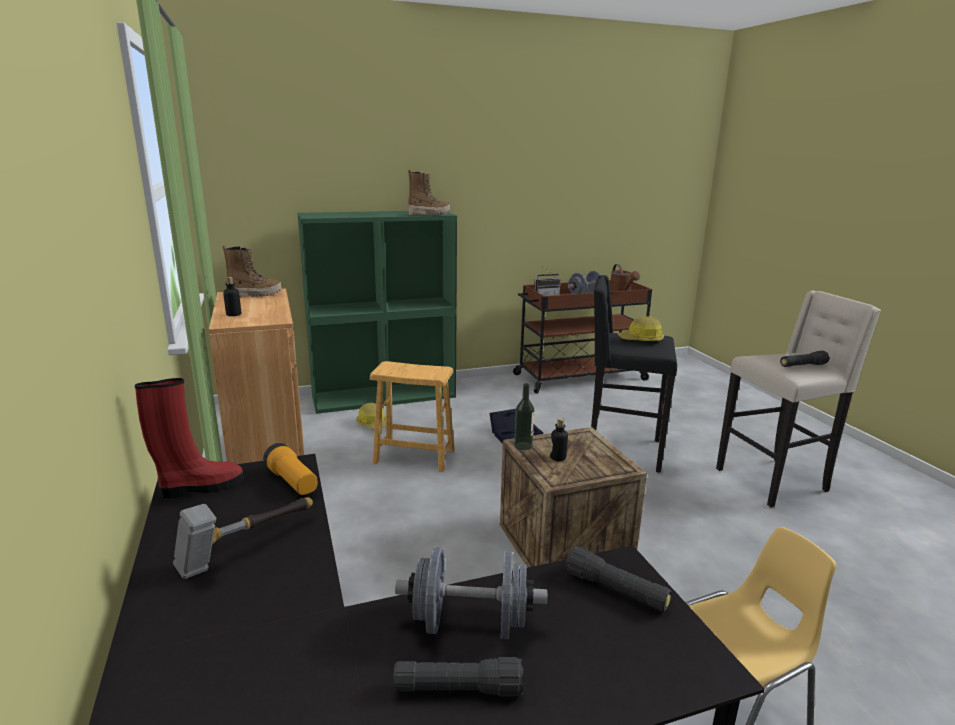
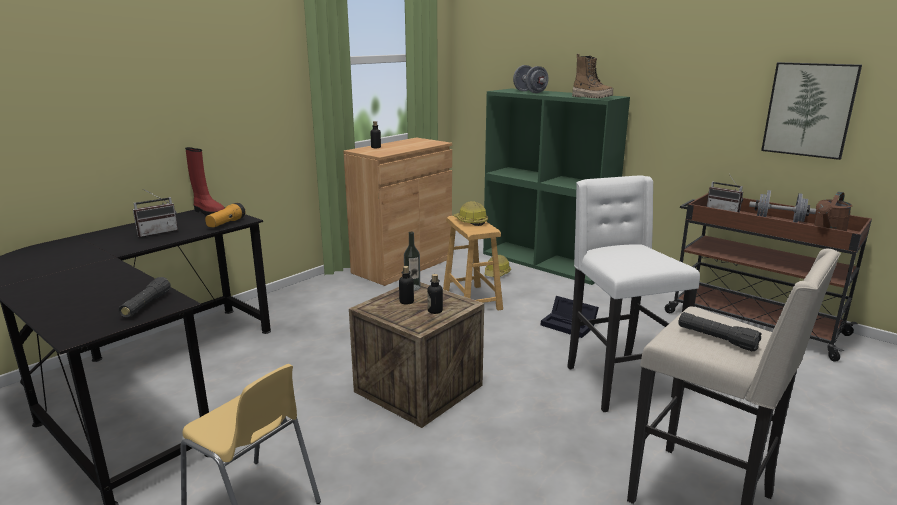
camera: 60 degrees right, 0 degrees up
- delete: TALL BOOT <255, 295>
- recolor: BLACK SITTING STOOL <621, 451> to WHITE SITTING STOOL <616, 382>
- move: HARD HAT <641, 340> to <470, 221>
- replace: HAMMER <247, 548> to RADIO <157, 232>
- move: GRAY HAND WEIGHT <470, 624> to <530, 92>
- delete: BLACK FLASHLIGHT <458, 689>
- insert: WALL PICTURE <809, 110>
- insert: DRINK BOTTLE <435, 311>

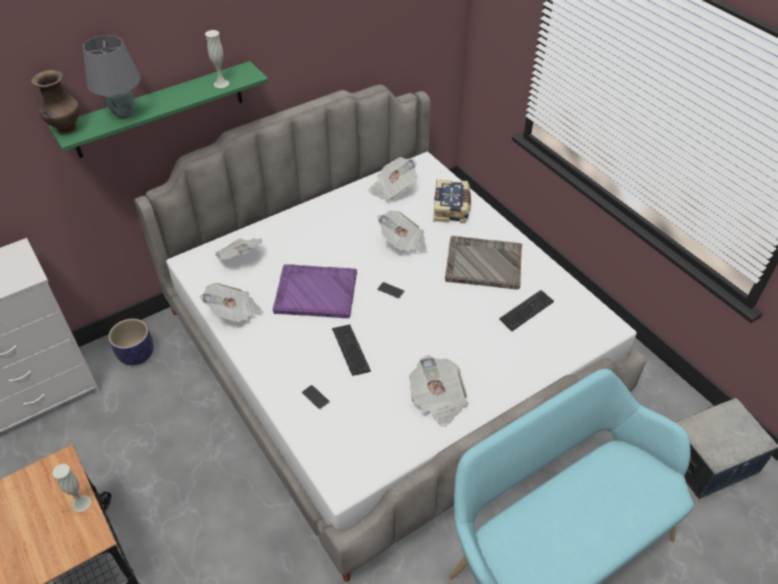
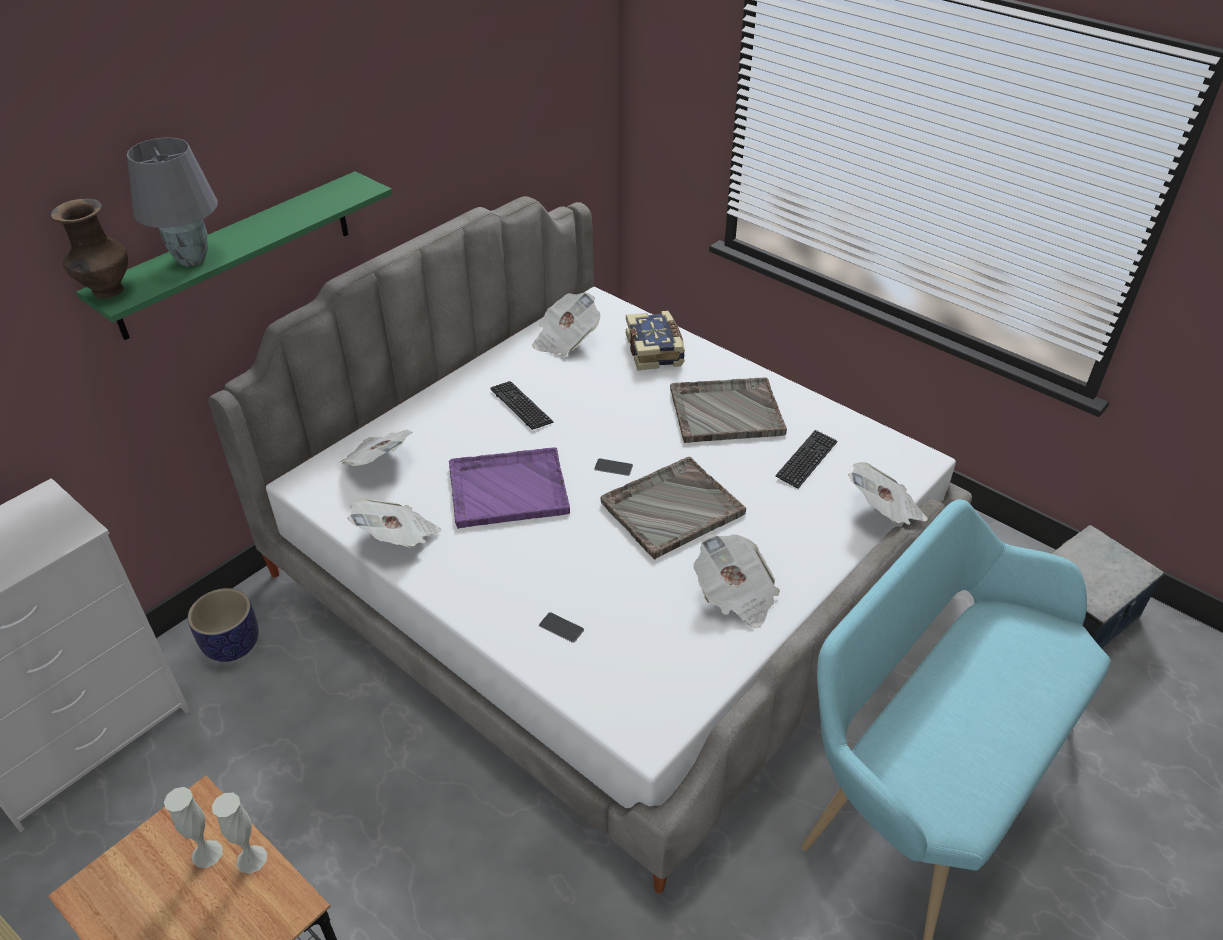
camera: 15 degrees left, 5 degrees down
- move: WHITE DECORATIVE VASE <221, 83> to <207, 853>
- move: NEWSPAPER <403, 243> to <884, 511>
- move: KEYBOARD <351, 350> to <521, 406>
- insert: GRAY CARRYING TRAY <671, 509>

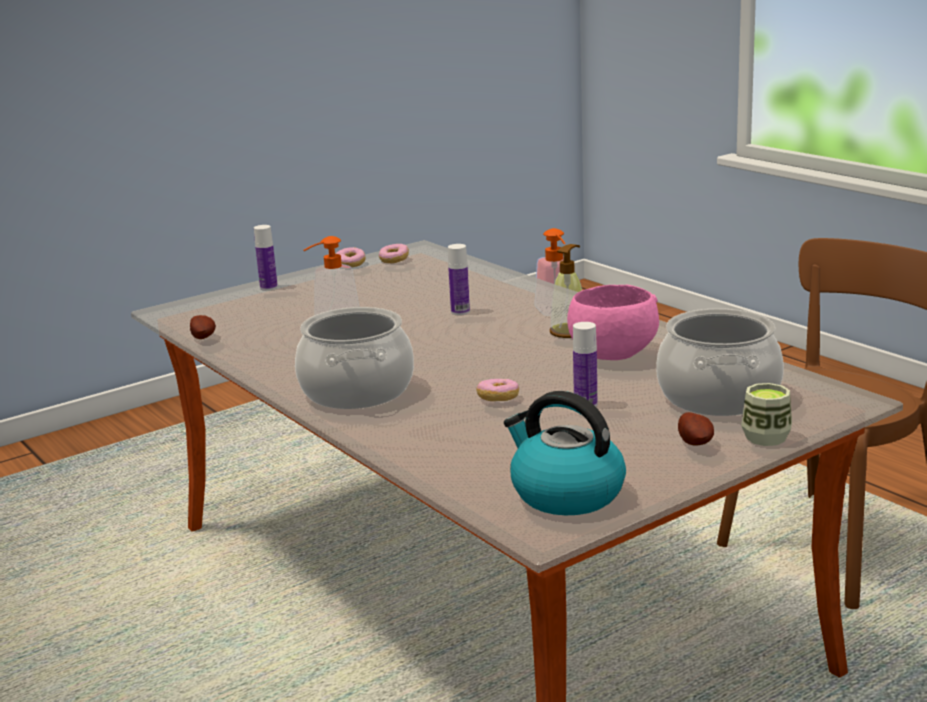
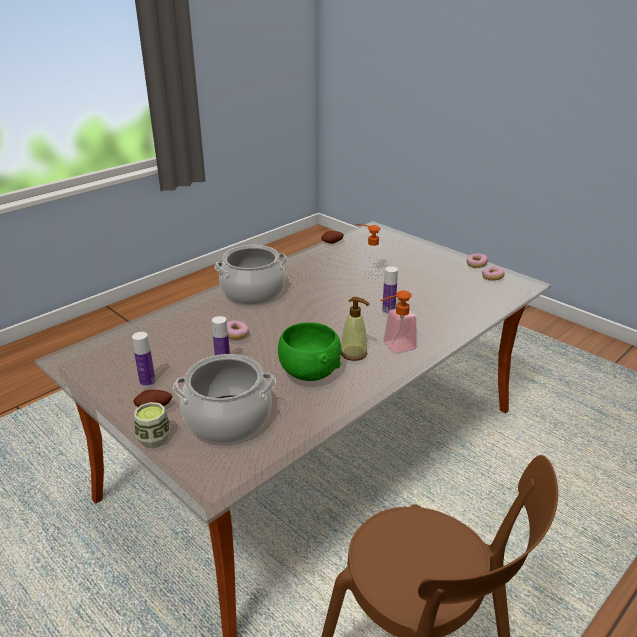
camera: 80 degrees right, 10 degrees up
- move: DRINK BOTTLE <269, 287> to <147, 382>
- recolor: PINK-COLOURED SERVING BOWL <611, 355> to GREENISH SERVING BOWL <309, 372>
- delete: KETTLE <565, 494>

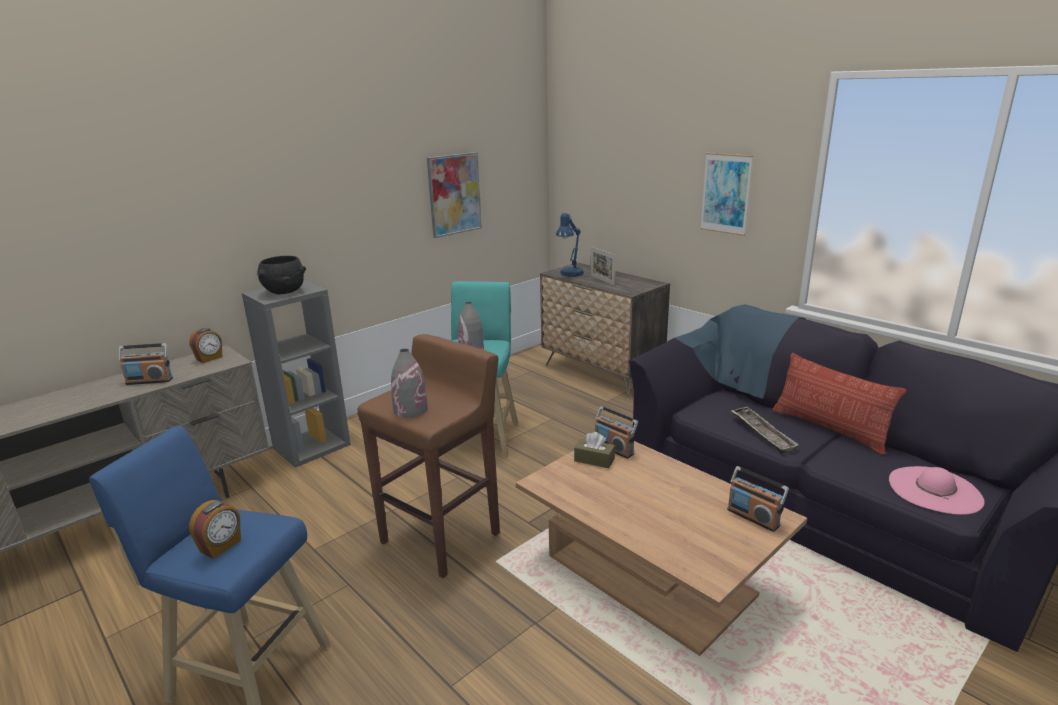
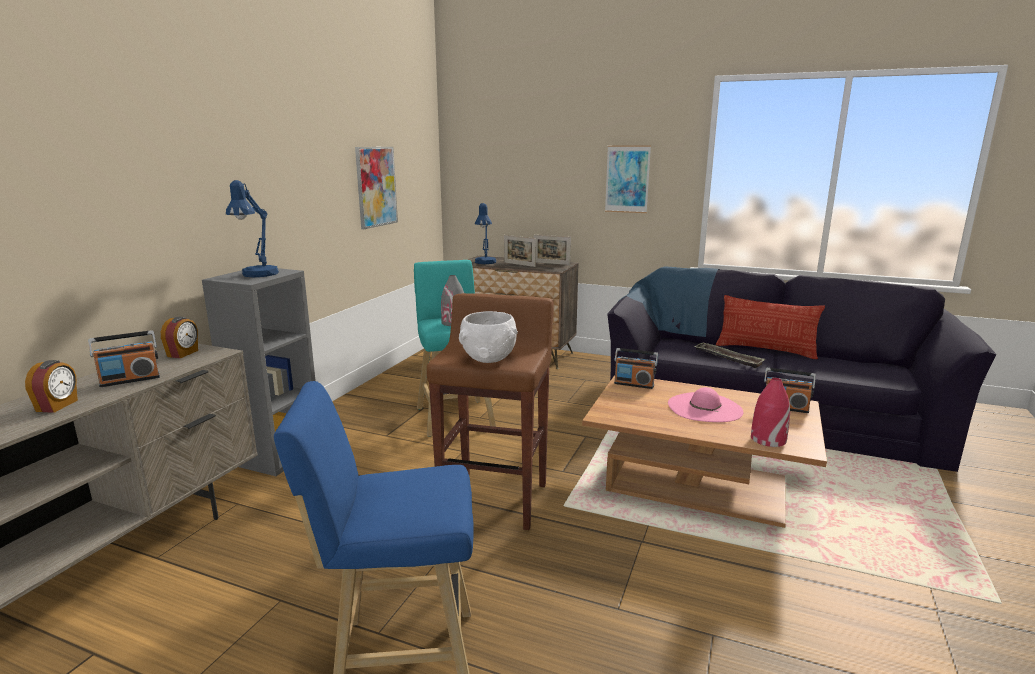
camera: 25 degrees left, 5 degrees down
- replace: BLACK SERVING BOWL <284, 292> to BLUE-COLOURED LAMP FOR A TABLE <257, 275>
- replace: GRAY DECORATIVE VASE <410, 410> to WHITE SERVING BOWL <489, 359>
- delete: BROWNISH TISSUE HOLDER <594, 460>
- move: PINK-COLOURED WEARABLE HAT <934, 490> to <704, 407>
- move: TABLE CLOCK <221, 546> to <58, 406>
- insert: PICTURE FRAME <551, 263>
- insert: RED-COLOURED DECORATIVE VASE <768, 439>

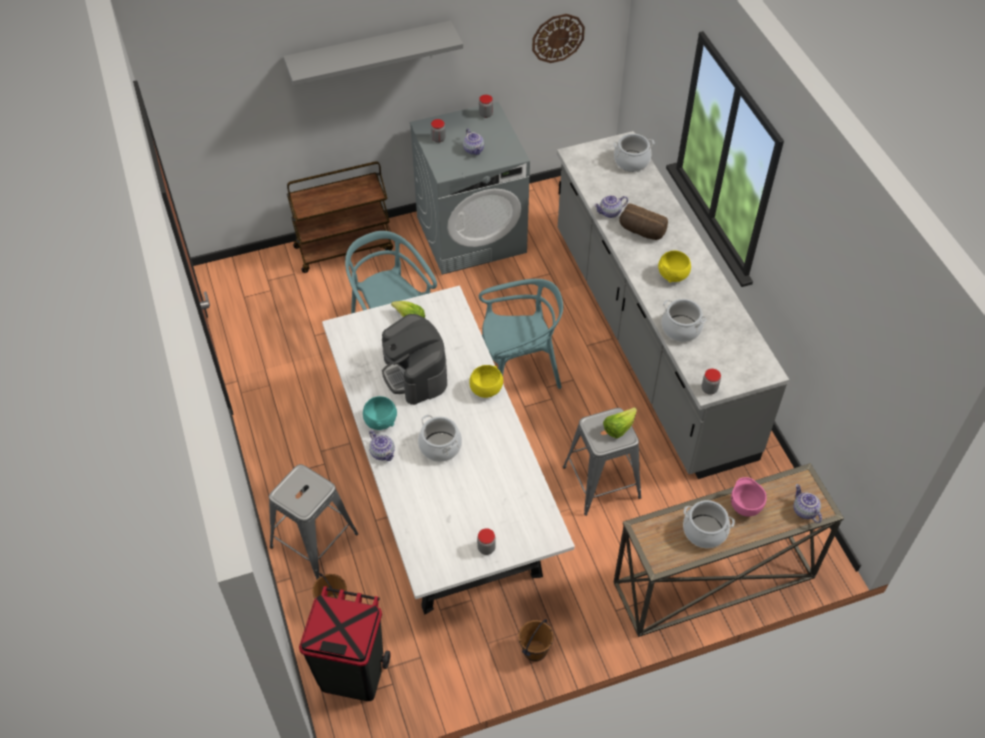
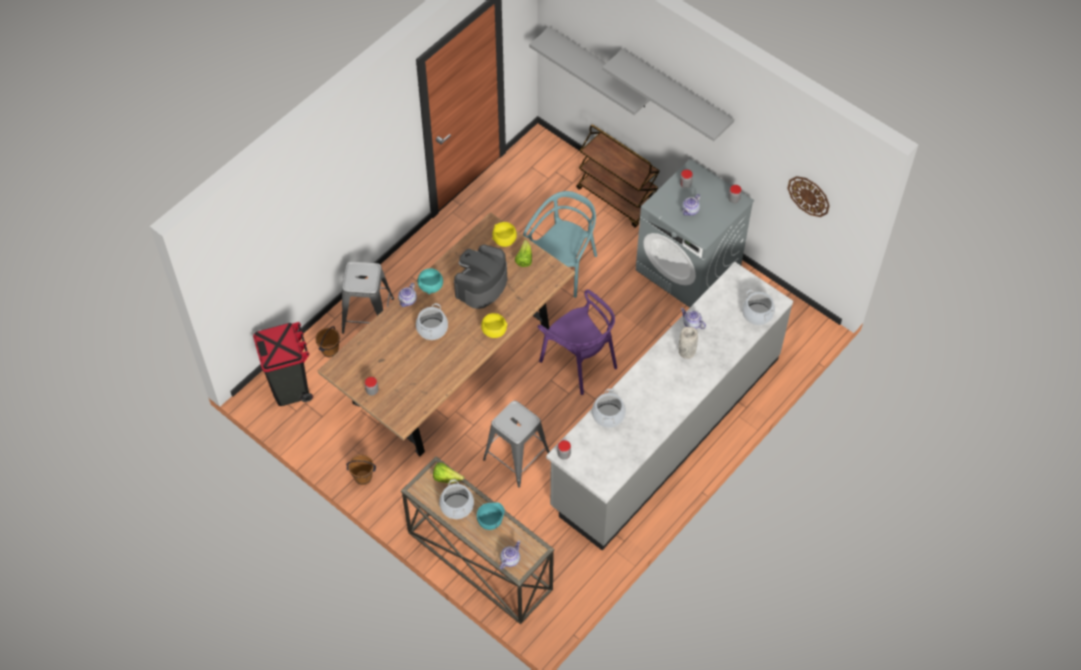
camera: 60 degrees right, 5 degrees up
- replace: BAKED BREAD <641, 231> to GRAY DECORATIVE VASE <687, 351>
- move: YELLOWISH SERVING BOWL <673, 275> to <505, 240>
- recolor: BLUE-GREEN PLAIN CHAIR <519, 371> to PURPLISH PLAIN CHAIR <579, 362>
- recolor: WHITE DINING TABLE <443, 487> to BROWNISH DINING TABLE <452, 365>
- move: LETTUCE <619, 428> to <446, 478>
- recolor: PINK-COLOURED SERVING BOWL <744, 506> to BLUE-GREEN SERVING BOWL <491, 522>
- insert: GRAY BRACKET SHELF <600, 68>

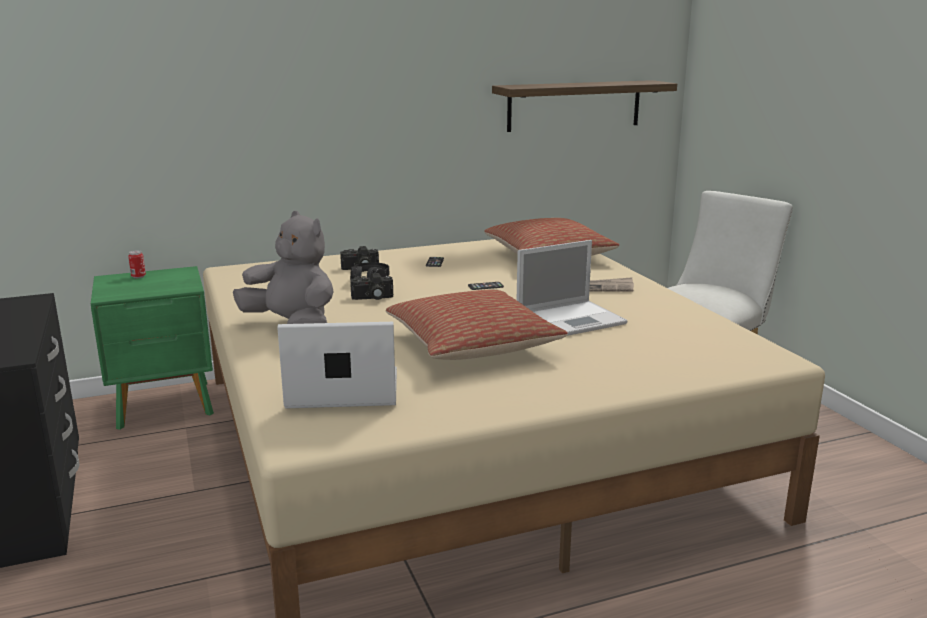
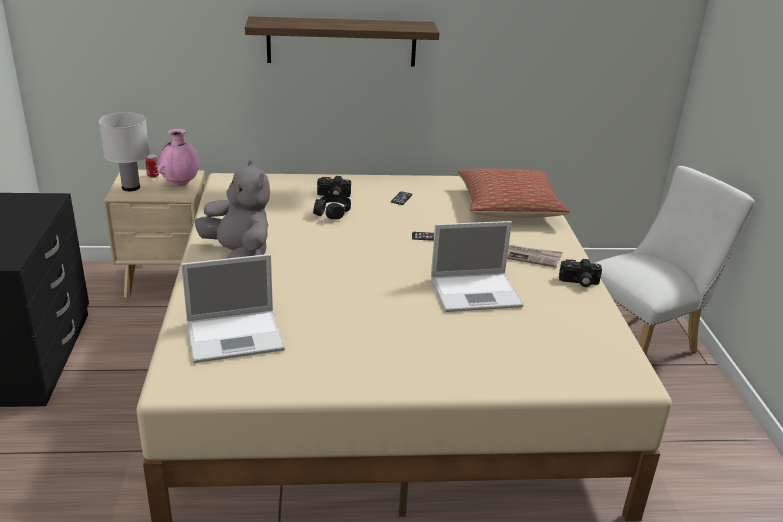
camera: 15 degrees right, 10 degrees up
- move: BRACKET SHELF <574, 105> to <341, 42>
- recolor: GREENISH NIGHT TABLE <166, 406> to BEIGE NIGHT TABLE <168, 281>
- move: PHOTO CAMERA <372, 298> to <579, 282>
- delete: CUSHION <472, 345>
- rotate: NOTEBOOK COMPUTER <340, 390> = <237, 336> 150 degrees clockwise
- insert: WHITE LAMP FOR A TABLE <130, 187>
- insert: PINK-COLOURED DECORATIVE VASE <180, 183>

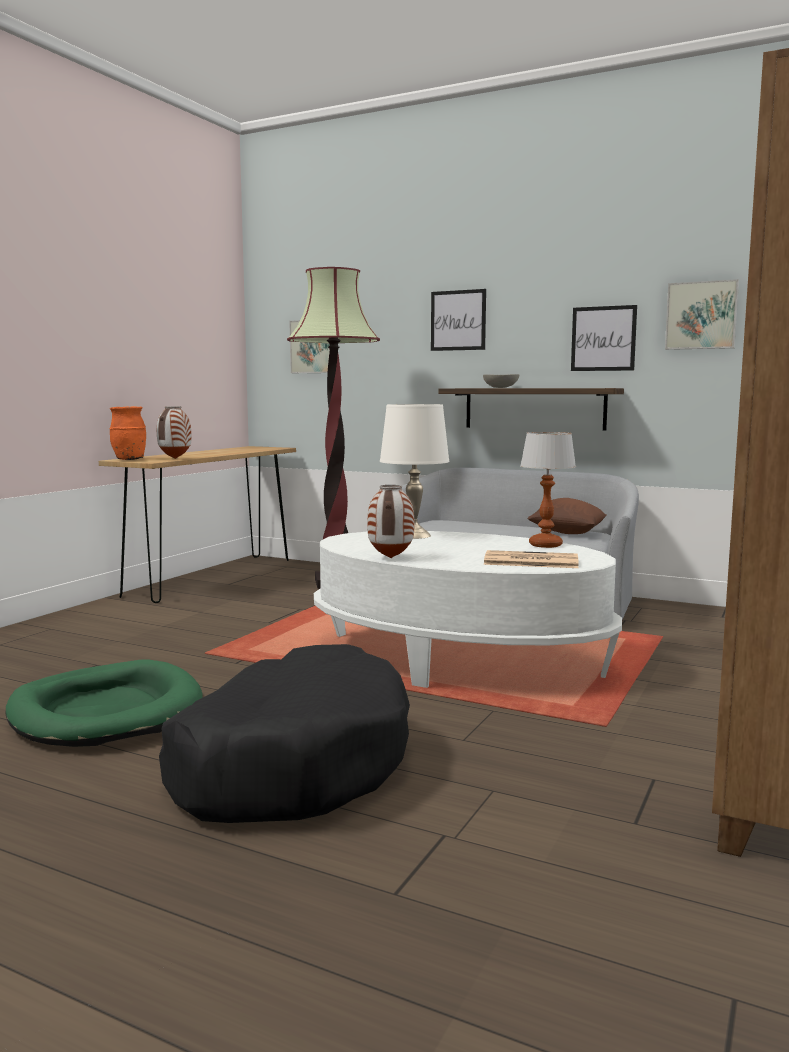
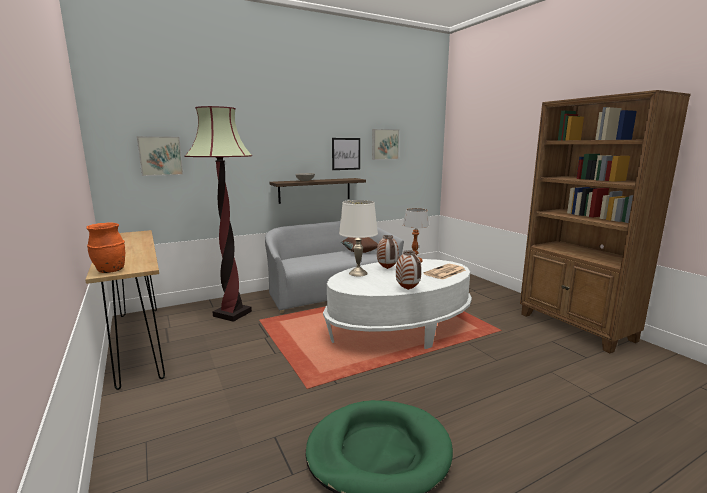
camera: 55 degrees left, 5 degrees up
- delete: WALL PICTURE <458, 320>
- move: DECORATIVE VASE <175, 458> to <386, 268>
- delete: BLACK DOG BED <291, 763>

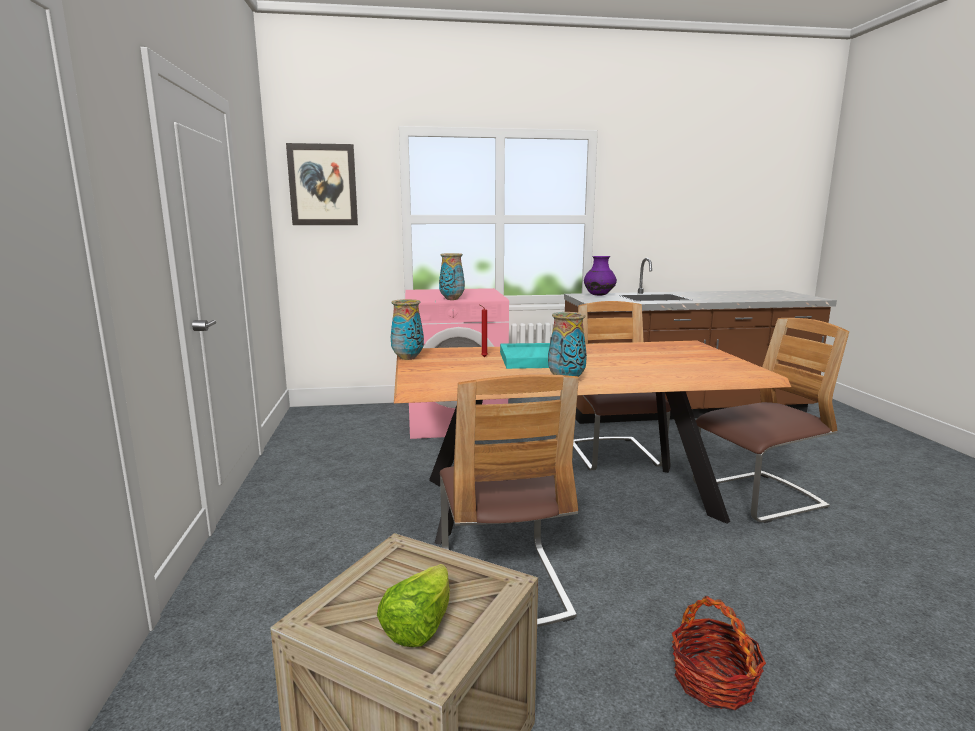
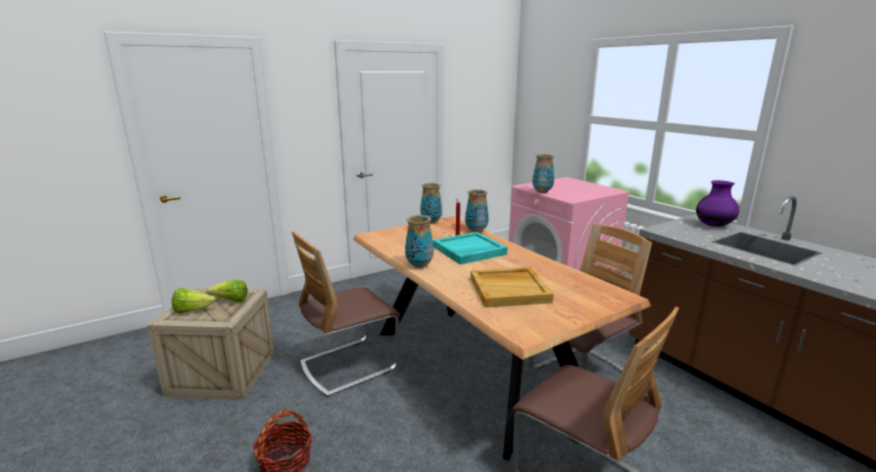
camera: 65 degrees right, 5 degrees up
- delete: WALL PICTURE <323, 185>
- insert: DECORATIVE VASE <476, 231>
- insert: BEIGE CARRYING TRAY <509, 289>
- insert: LETTUCE <231, 301>

